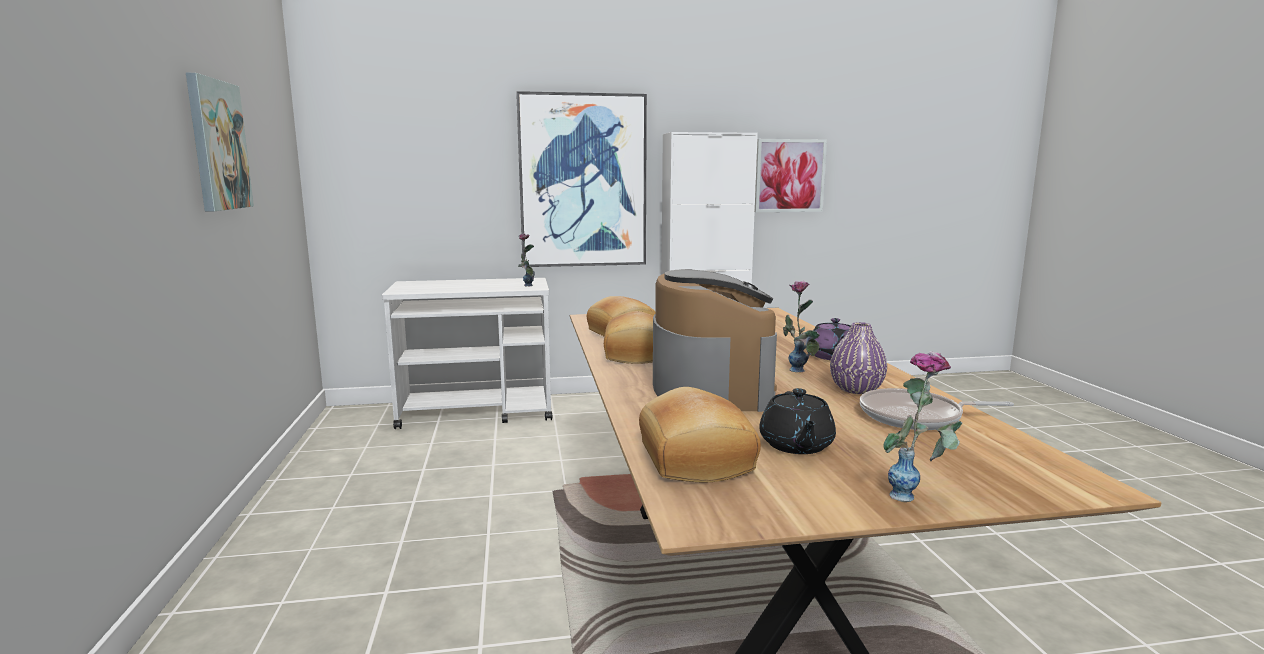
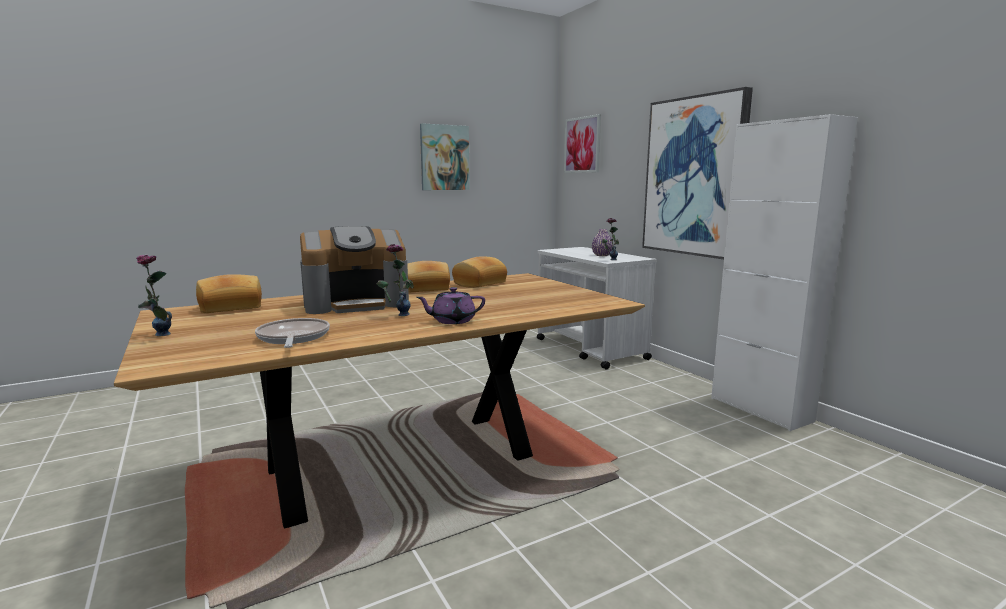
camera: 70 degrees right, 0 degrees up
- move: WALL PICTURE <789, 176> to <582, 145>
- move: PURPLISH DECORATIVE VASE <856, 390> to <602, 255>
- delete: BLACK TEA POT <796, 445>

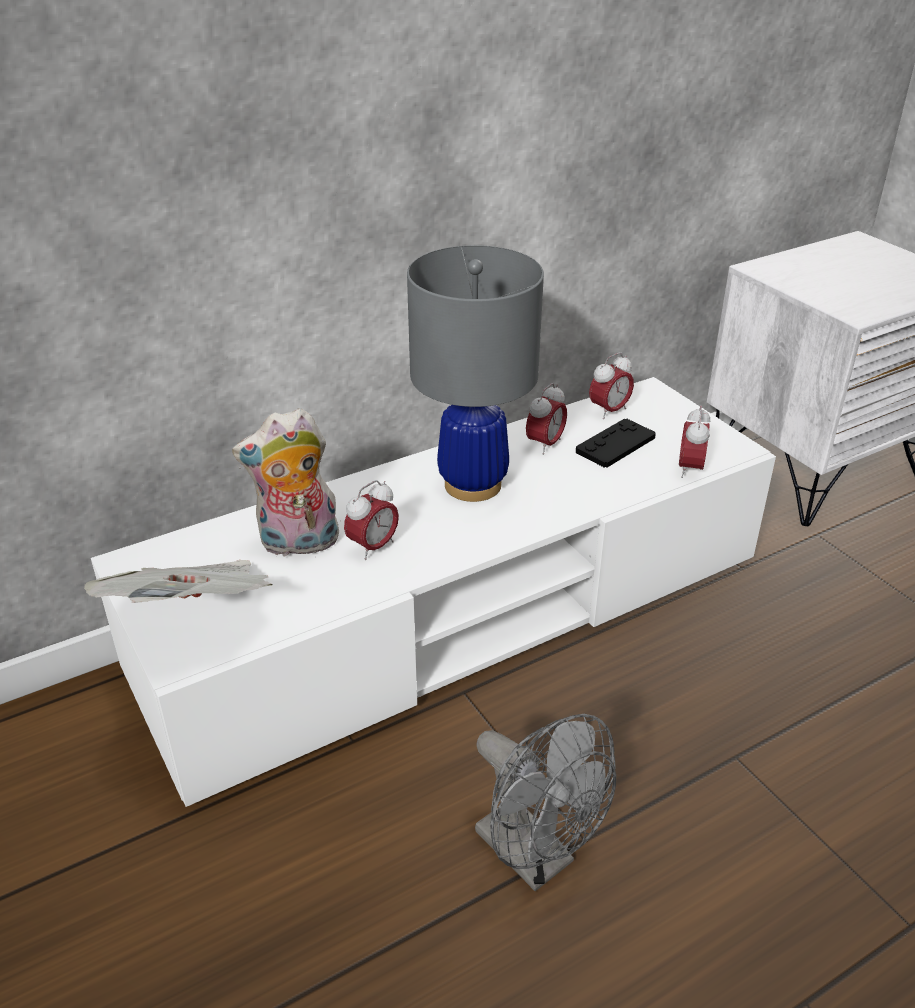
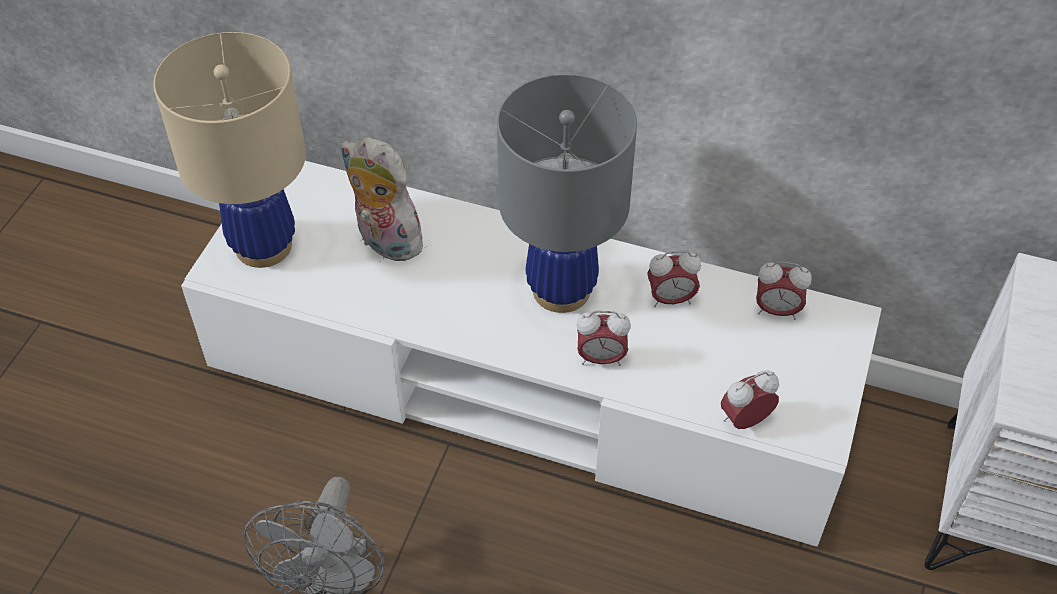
camera: 50 degrees right, 15 degrees up
- delete: BLACK GAME CONTROLLER <615, 444>
- move: TABLE CLOCK <373, 547> to <601, 358>
- replace: NEWSPAPER <195, 615> to BEIGE LAMP FOR A TABLE <264, 245>

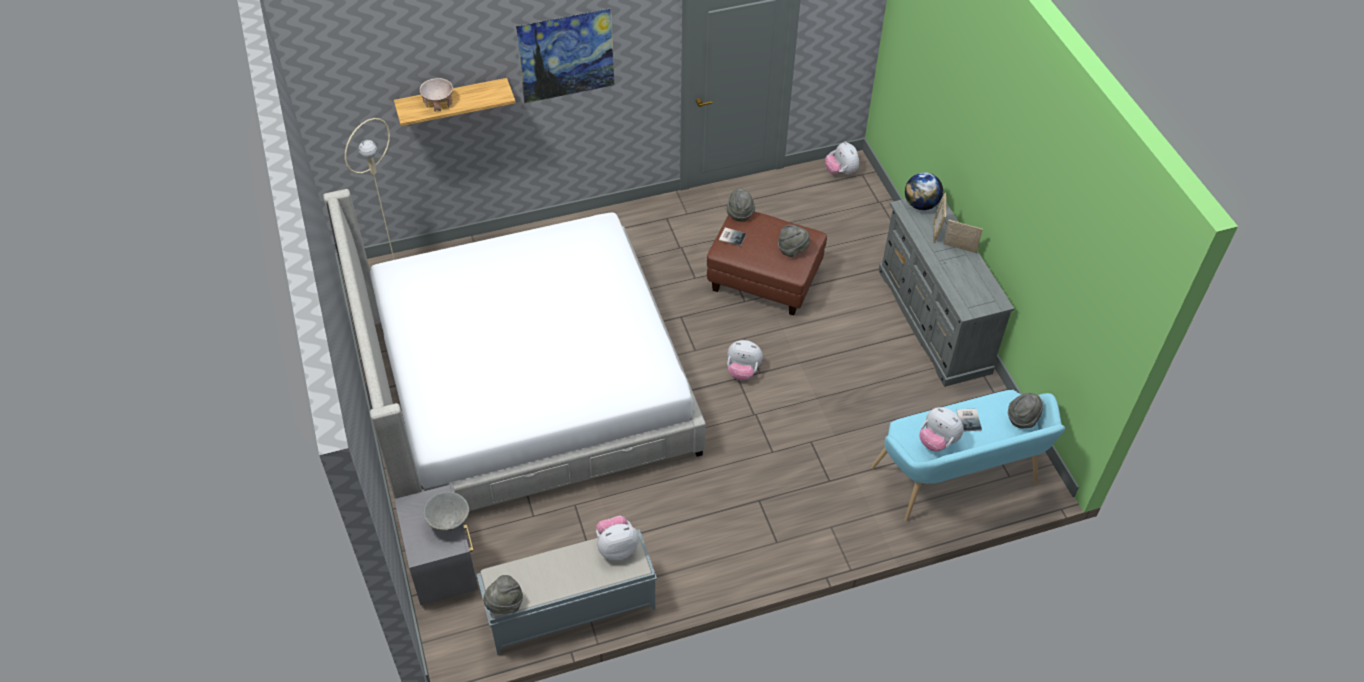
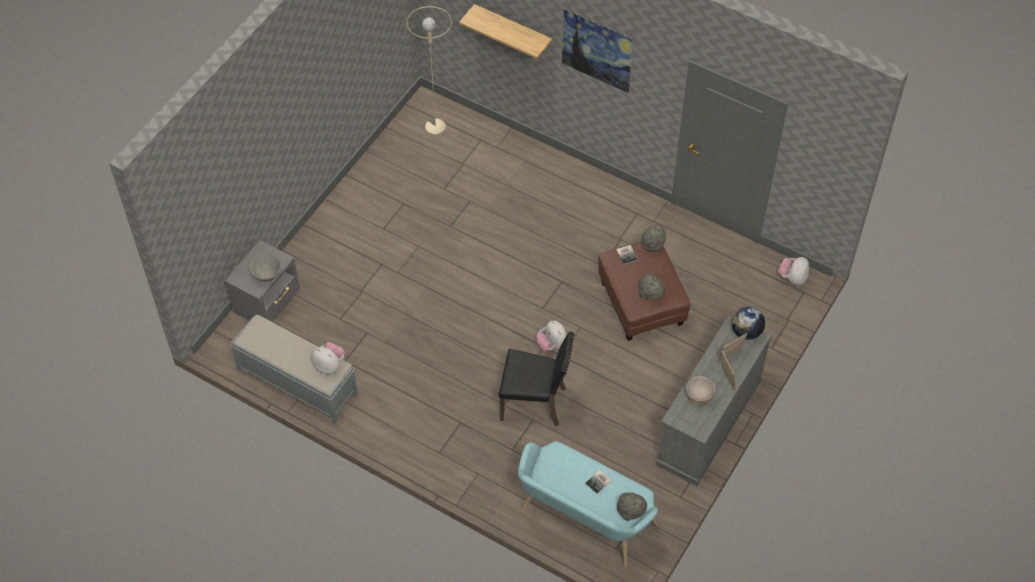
camera: 50 degrees right, 5 degrees up
- move: BEIGE SERVING BOWL <438, 103> to <699, 397>
- delete: BED <525, 387>
- delete: CUDDLY TOY <937, 441>
- delete: GRAY WEARABLE HAT <504, 604>
- insert: BLACK PLAIN CHAIR <535, 402>

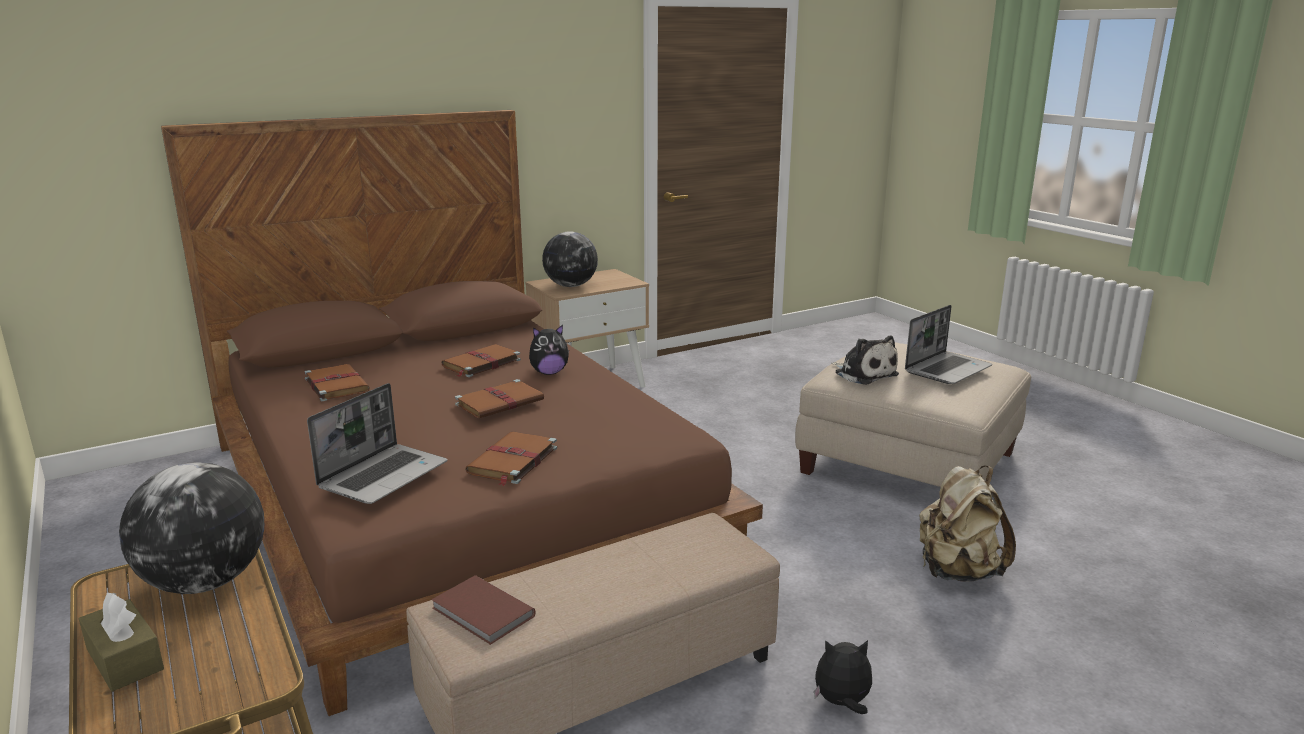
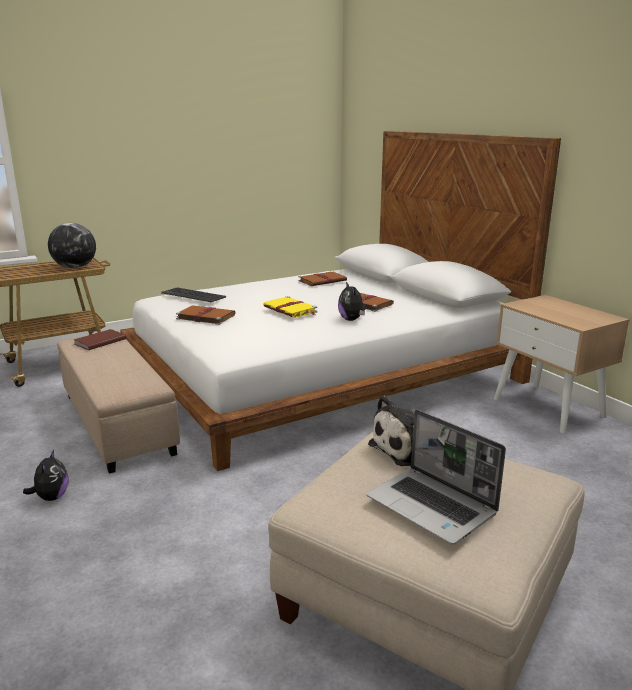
camera: 90 degrees right, 0 degrees up
- recolor: BROWNISH BED <456, 499> to WHITE BED <322, 375>
- delete: GLOBE <570, 286>
- recolor: BROWNISH BOUND BOOK <501, 402> to YELLOWISH BOUND BOOK <291, 310>
- replace: NOTEBOOK COMPUTER <384, 475> to KEYBOARD <194, 295>
- delete: BEIGE KNAPSACK <957, 572>
- delete: BROWNISH TISSUE HOLDER <125, 659>

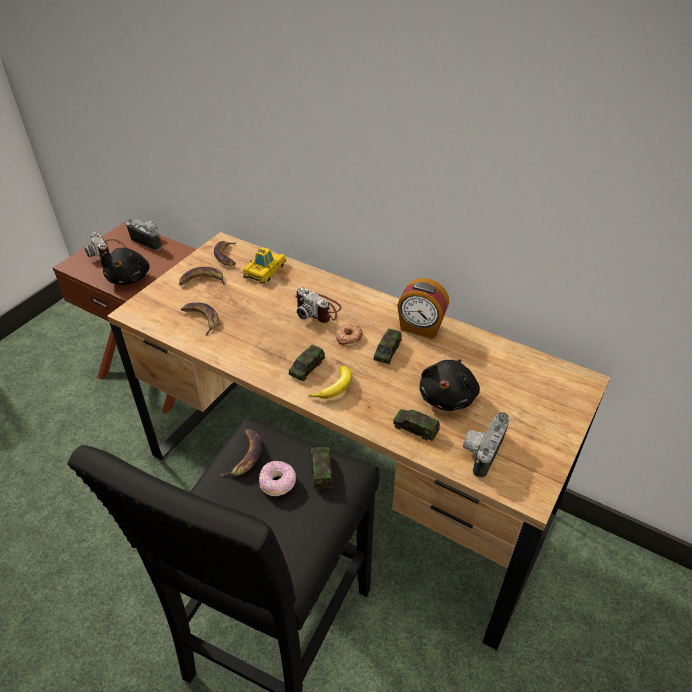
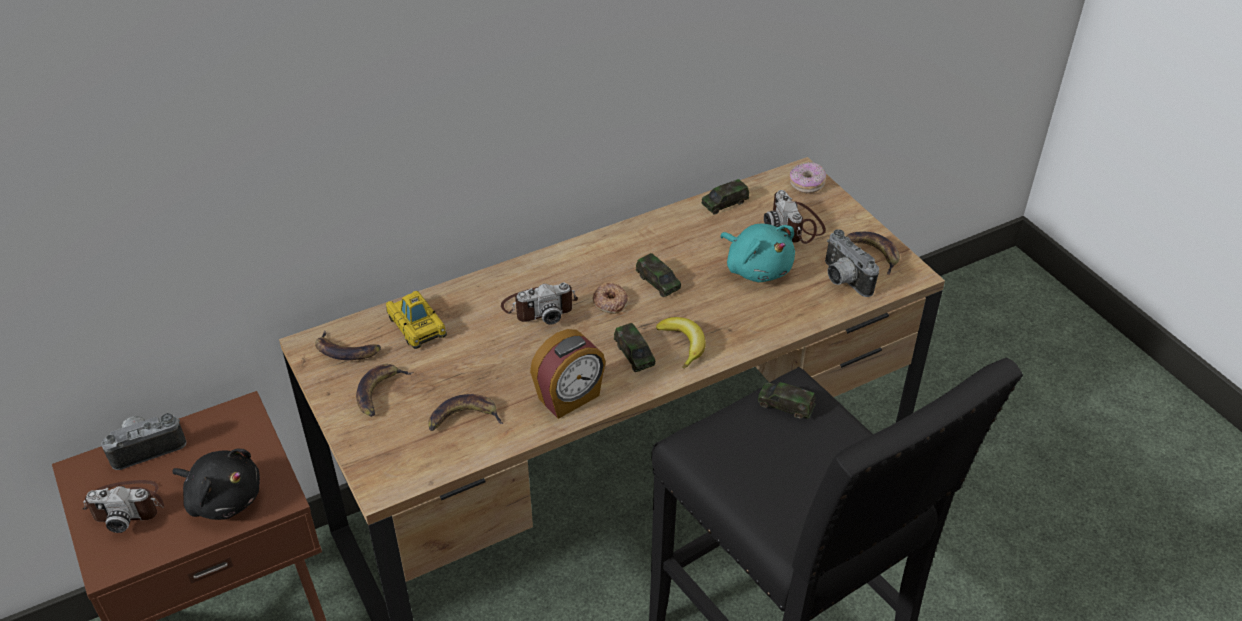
camera: 60 degrees left, 0 degrees up
- move: TABLE CLOCK <420, 328> to <570, 398>
- recolor: BLACK CUDDLY TOY <448, 396> to BLUE-GREEN CUDDLY TOY <757, 268>
- move: TOY CAR <415, 428> to <725, 203>
- move: WHOLE BANANA <245, 455> to <871, 253>
- move: DONUT <278, 483> to <806, 184>
- insert: PHOTO CAMERA <796, 225>

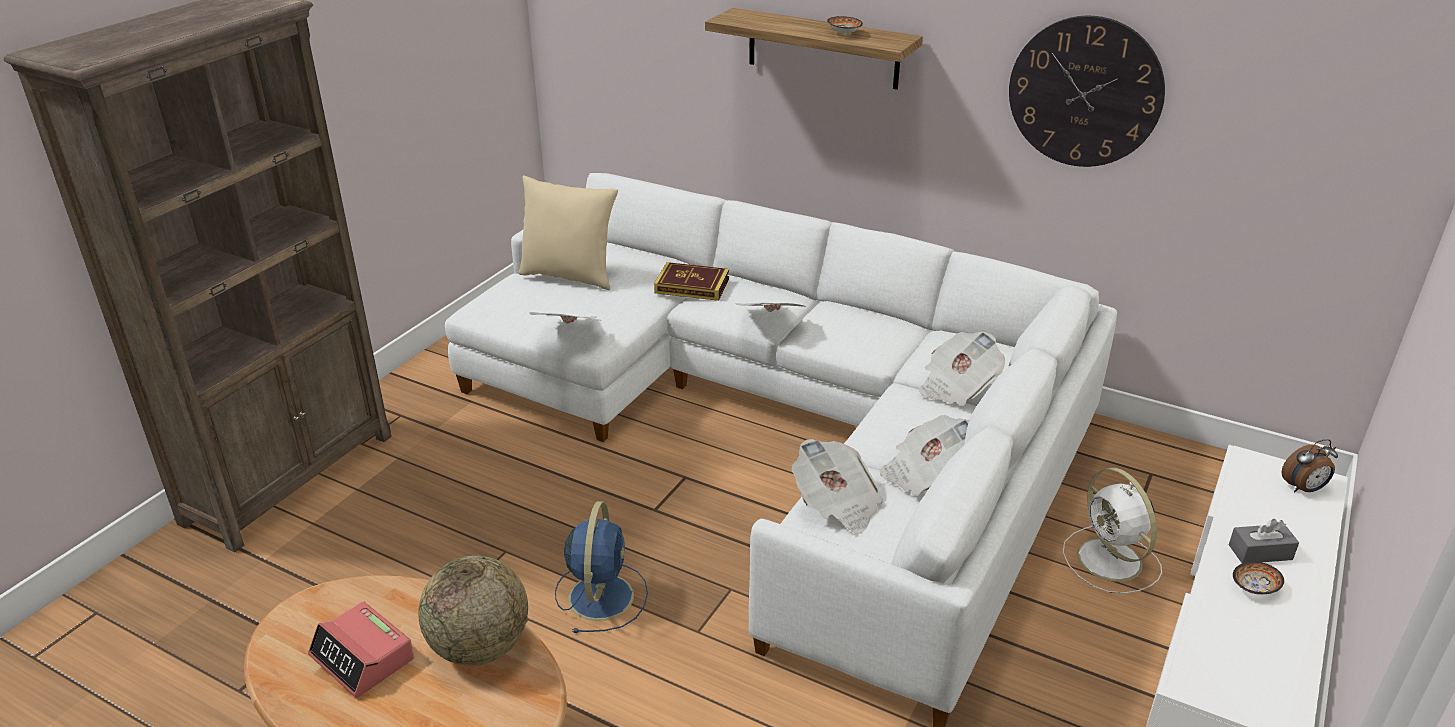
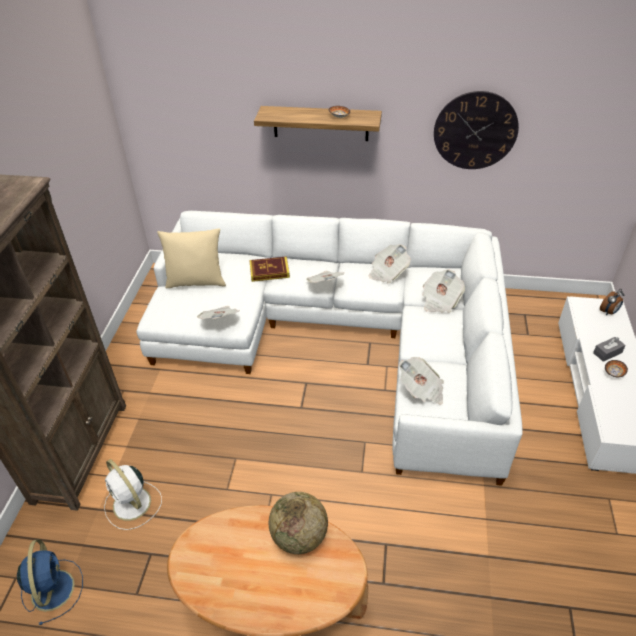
camera: 20 degrees left, 10 degrees up
- move: NEWSPAPER <925, 474> to <387, 272>
- move: WHITE COOLING FAN <1111, 562> to <133, 505>
- move: BLUE-COLOURED COOLING FAN <601, 595> to <53, 588>
- delete: TABLE CLOCK <363, 658>

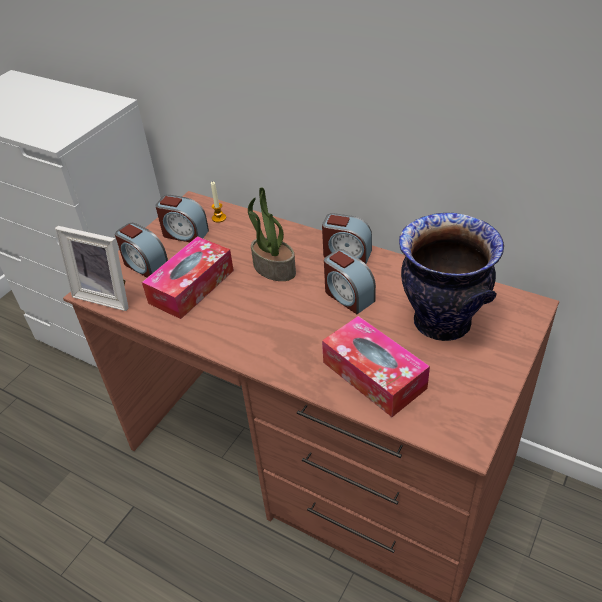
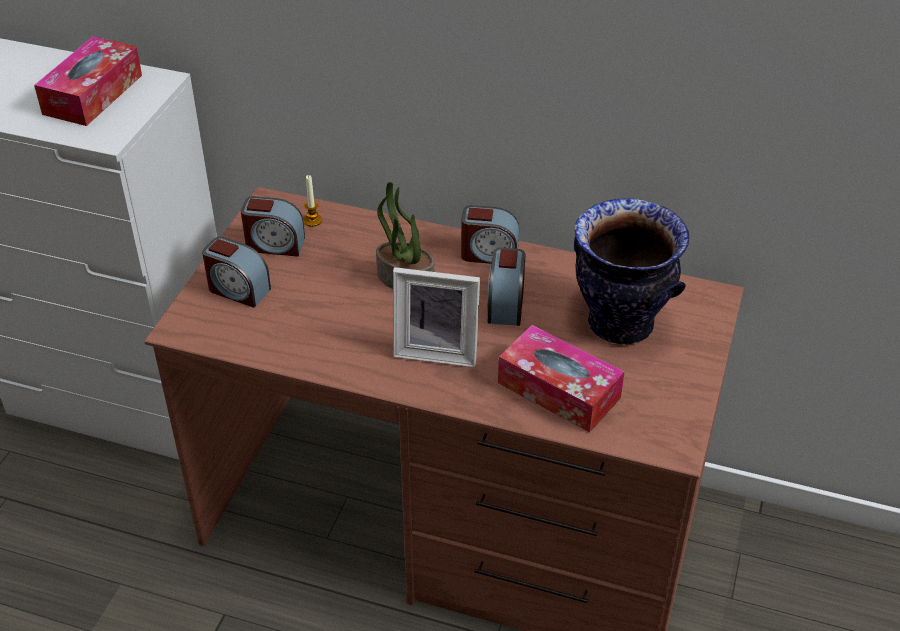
camera: 15 degrees left, 0 degrees up
- move: PICTURE FRAME <107, 295> to <437, 350>
- move: TISSUE HOLDER <191, 286> to <93, 94>
- rotate: TABLE CLOCK <348, 296> = <505, 304> 60 degrees clockwise

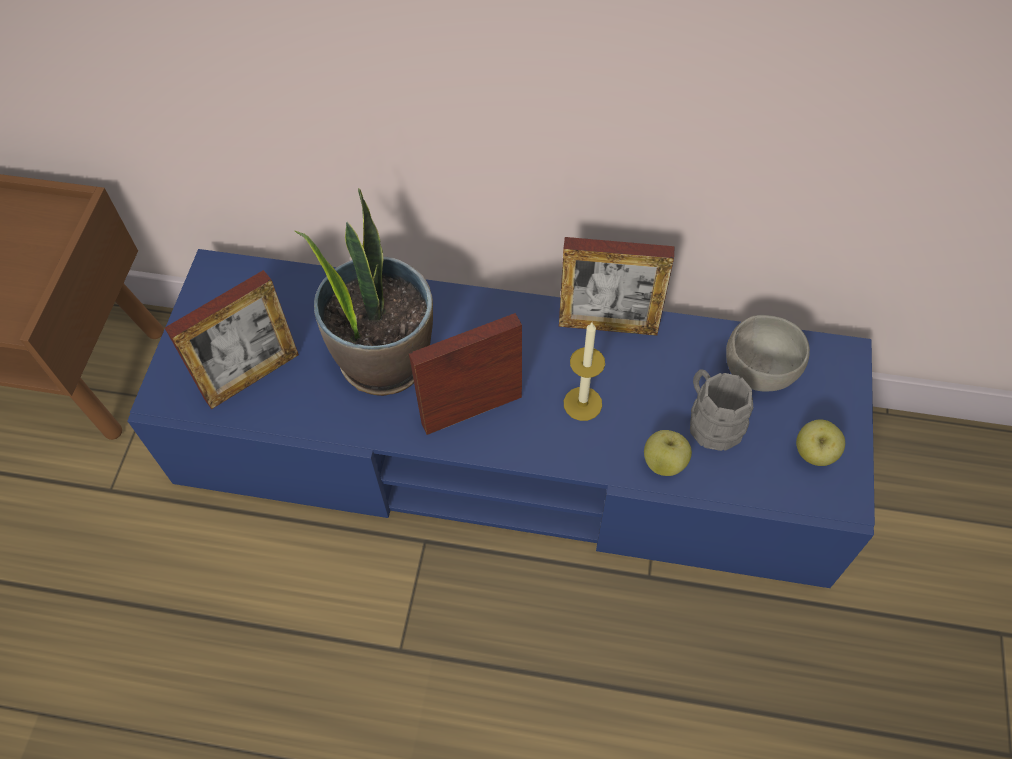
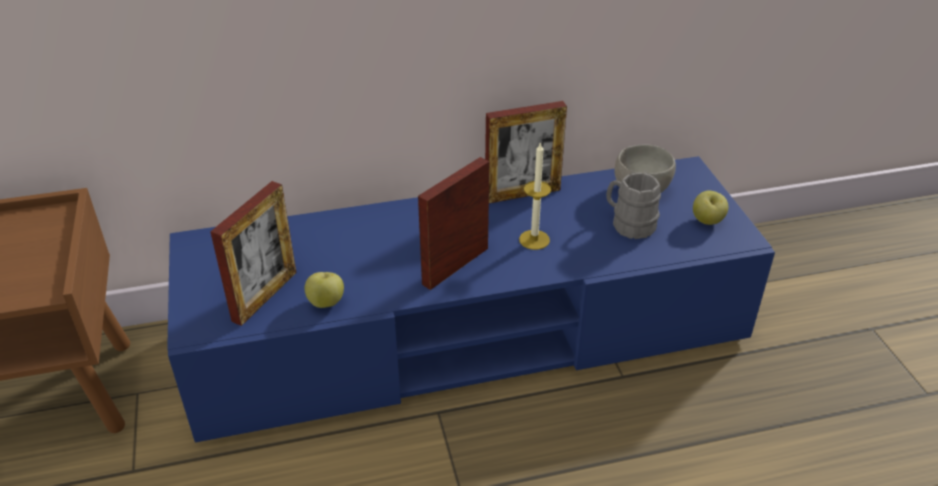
camera: 25 degrees left, 20 degrees down
- delete: PLANT IN A POT <384, 358>
- move: APPLE <664, 462> to <326, 303>

